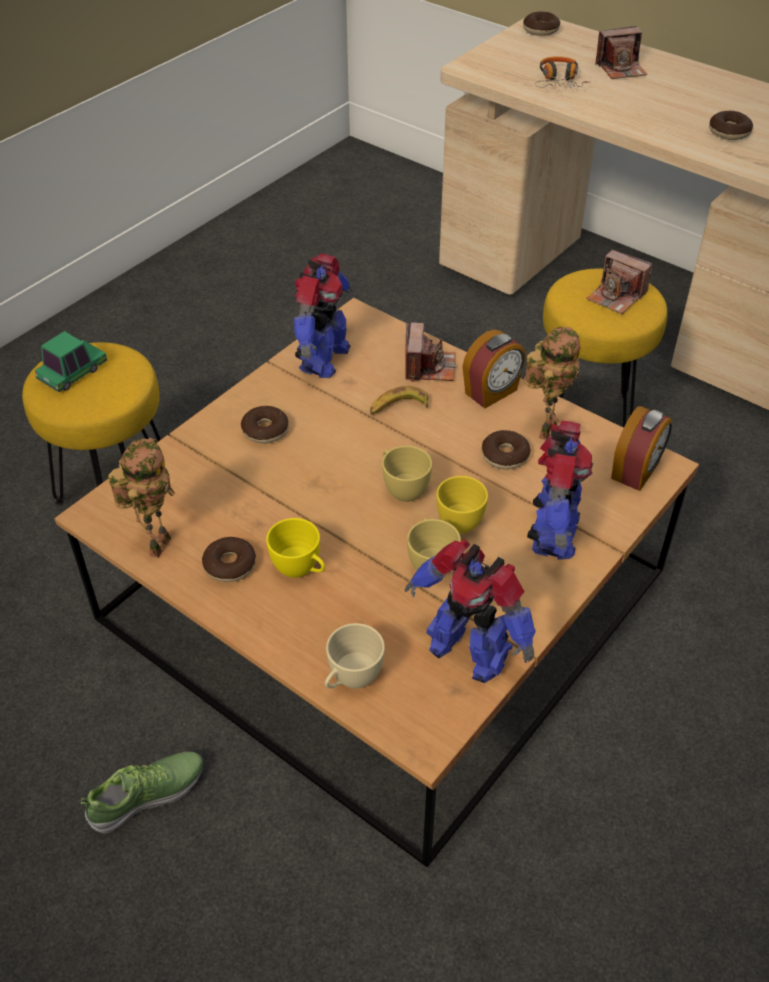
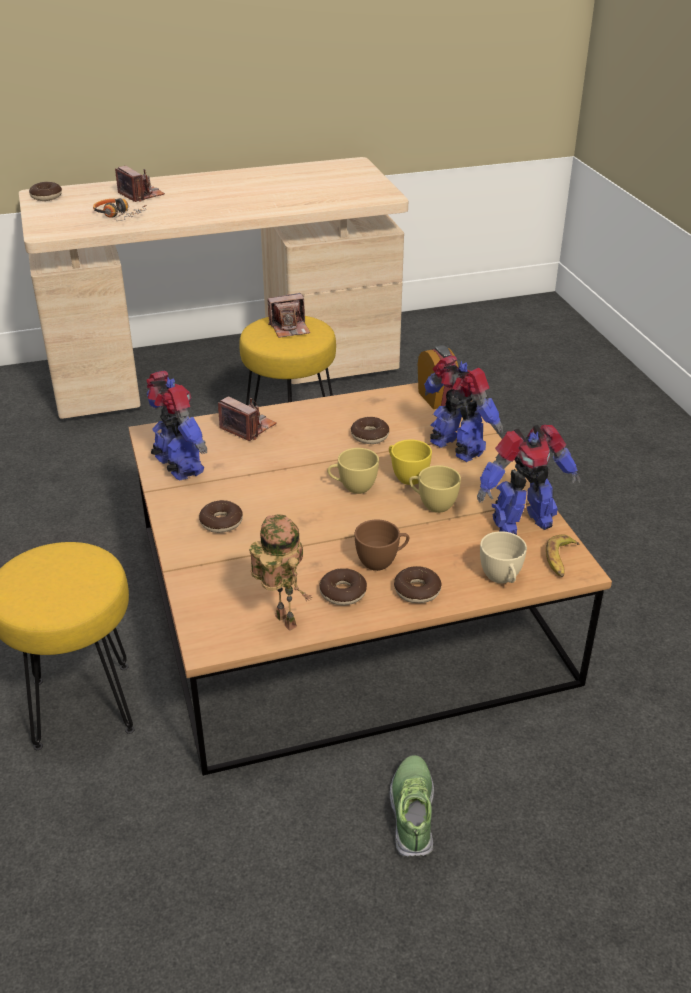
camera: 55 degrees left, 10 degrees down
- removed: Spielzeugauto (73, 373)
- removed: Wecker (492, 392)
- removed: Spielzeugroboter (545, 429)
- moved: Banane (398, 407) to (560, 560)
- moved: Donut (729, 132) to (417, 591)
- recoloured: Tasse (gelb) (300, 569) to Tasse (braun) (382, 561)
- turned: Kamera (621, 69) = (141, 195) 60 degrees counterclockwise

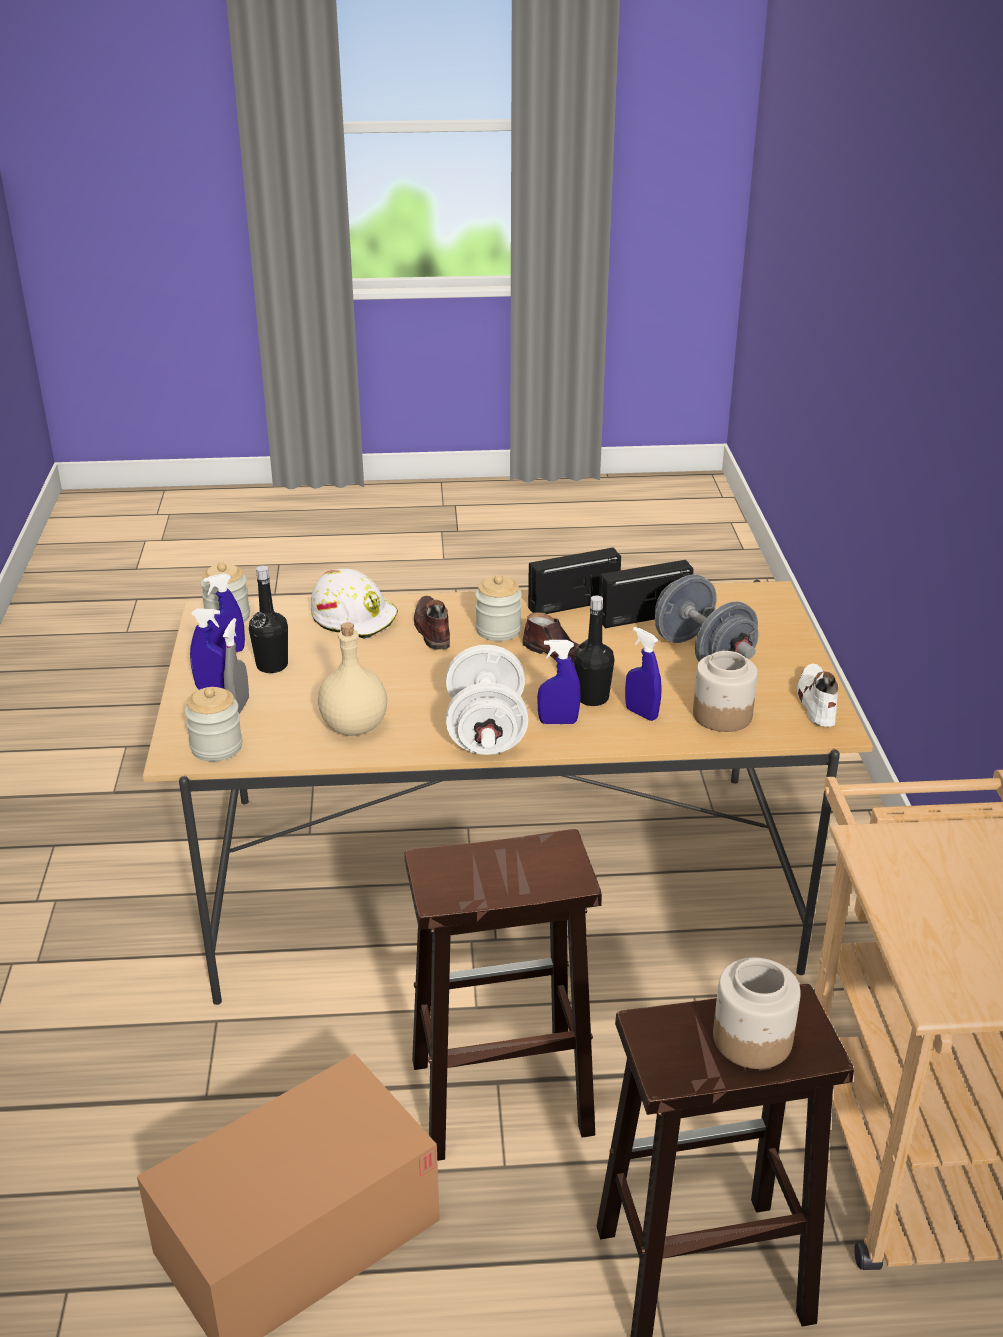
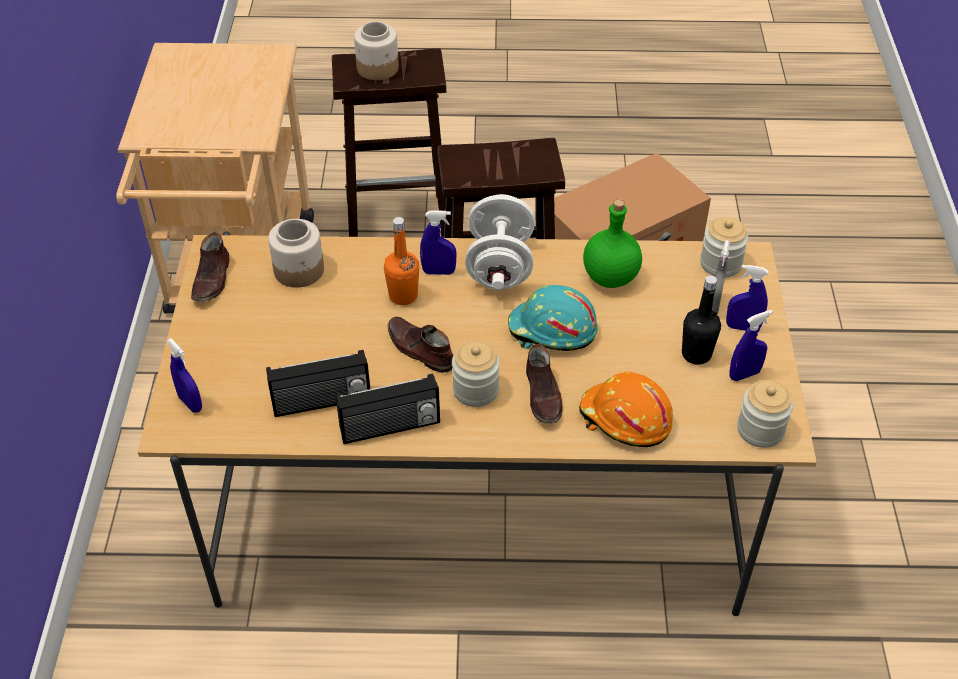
camera: 175 degrees left, 15 degrees up
- removed: Hantel (grau) (703, 654)
- added: Schutzhelm (türkis) (551, 331)
- moved: Sprühflasche (blau) (641, 713) to (190, 403)
- recoloured: Schutzhelm (weiß) (354, 617) to Schutzhelm (orange) (624, 419)
- recoloured: Flasche (beige) (354, 726) to Flasche (grün) (610, 278)
- recoloured: Flasche (schwarz) (592, 698) to Flasche (orange) (403, 296)
- recoloured: Schuh (weiß) (816, 702) to Schuh (braun) (212, 279)

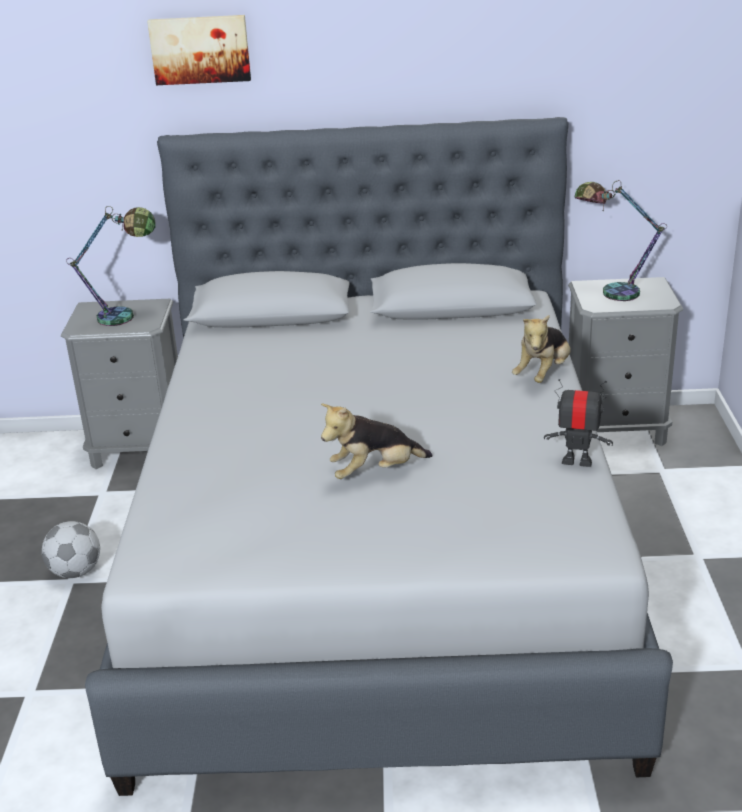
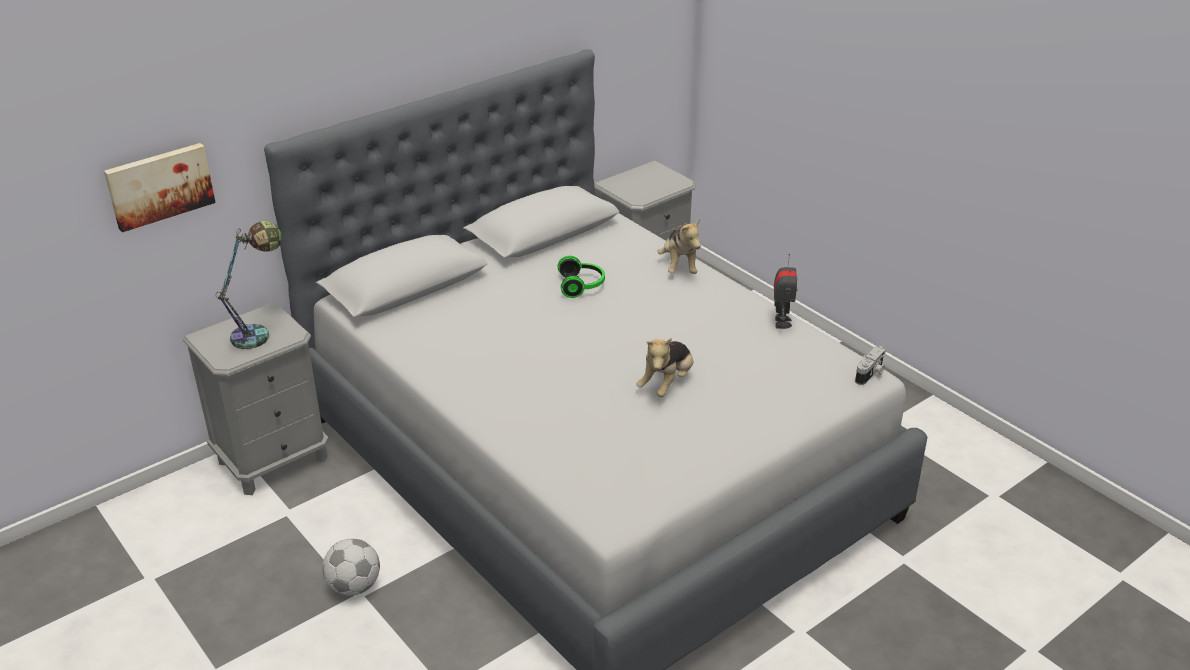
camera: 40 degrees left, 5 degrees up
- removed: Tischlampe (610, 291)
- added: Kopfhörer (582, 286)
- added: Kamera (870, 374)
- moved: Bild (200, 49) to (159, 185)
- turned: Spielzeugroboter (577, 461) = (781, 322) 120 degrees clockwise

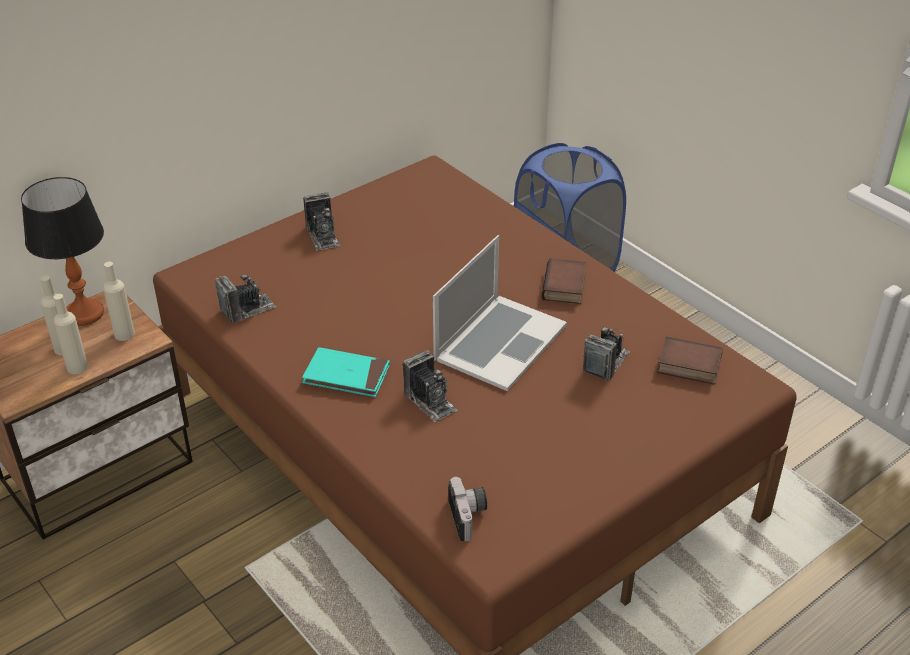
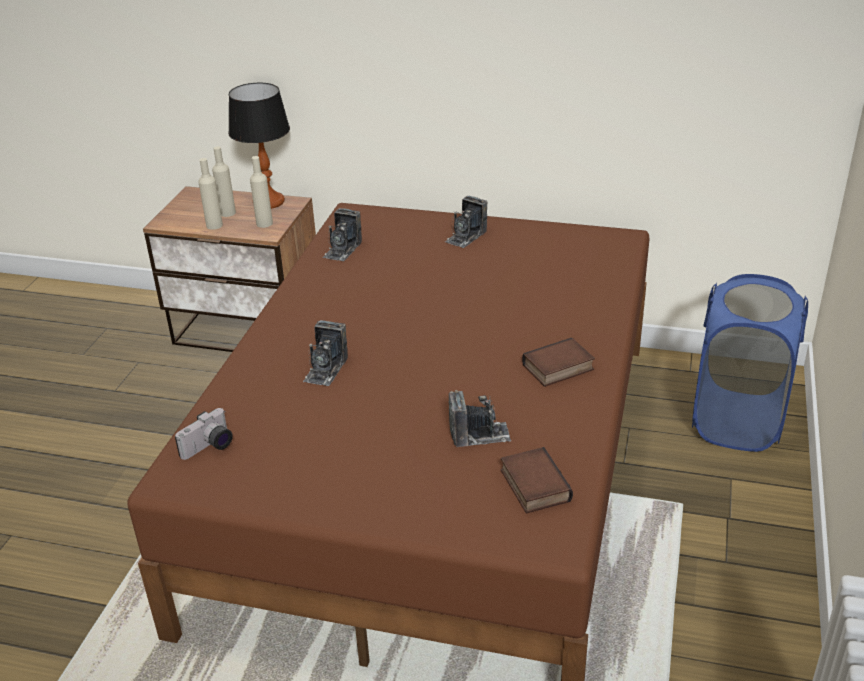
camera: 55 degrees right, 5 degrees down
- removed: Buch (türkis) (346, 375)
- removed: Laptop (499, 342)
- turned: Kamera (247, 309) = (342, 249) 90 degrees clockwise

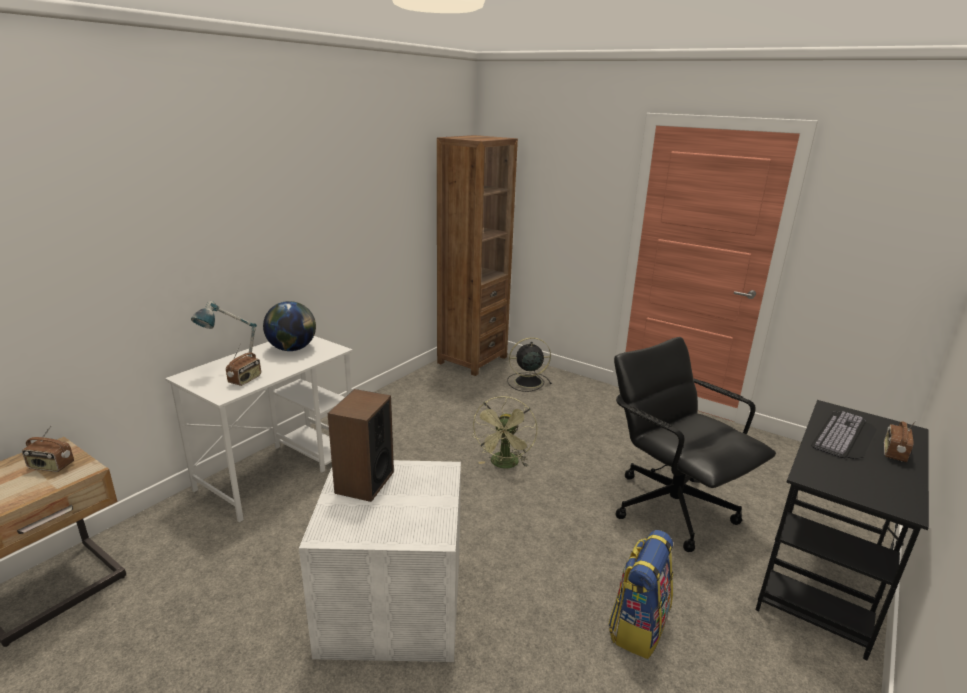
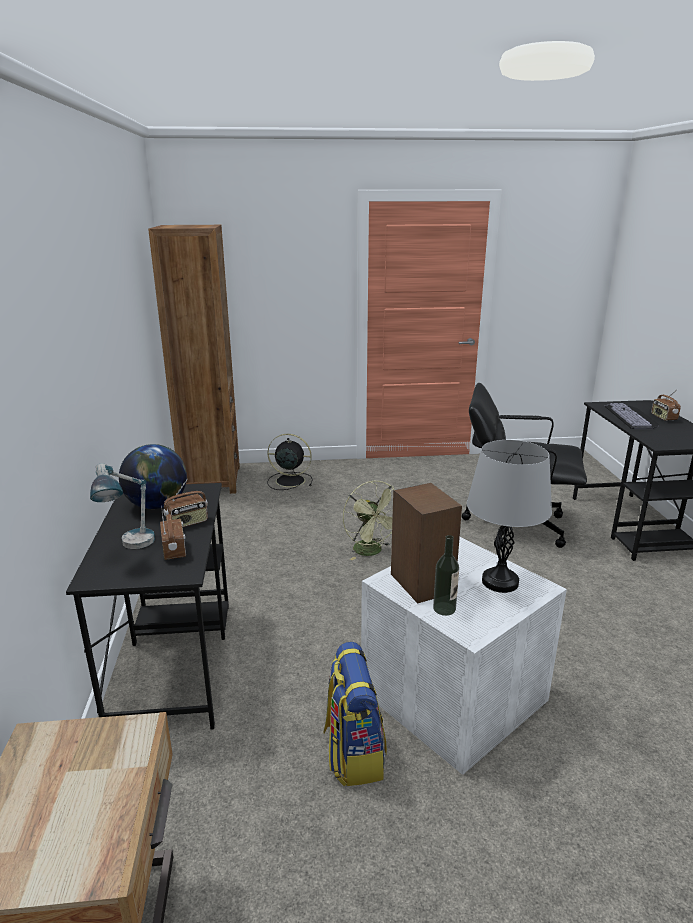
camera: 40 degrees left, 0 degrees up
- added: Flasche (444, 608)
- added: Tischlampe (grau) (500, 582)
- moved: Radio (51, 466) to (188, 522)
- moved: Rucksack (637, 626) to (353, 753)
- recoloured: Schreibtisch (weiß) (279, 470) to Schreibtisch (schwarz) (174, 661)
- turned: Ventilator (schwarz) (527, 381) = (289, 481) 60 degrees clockwise

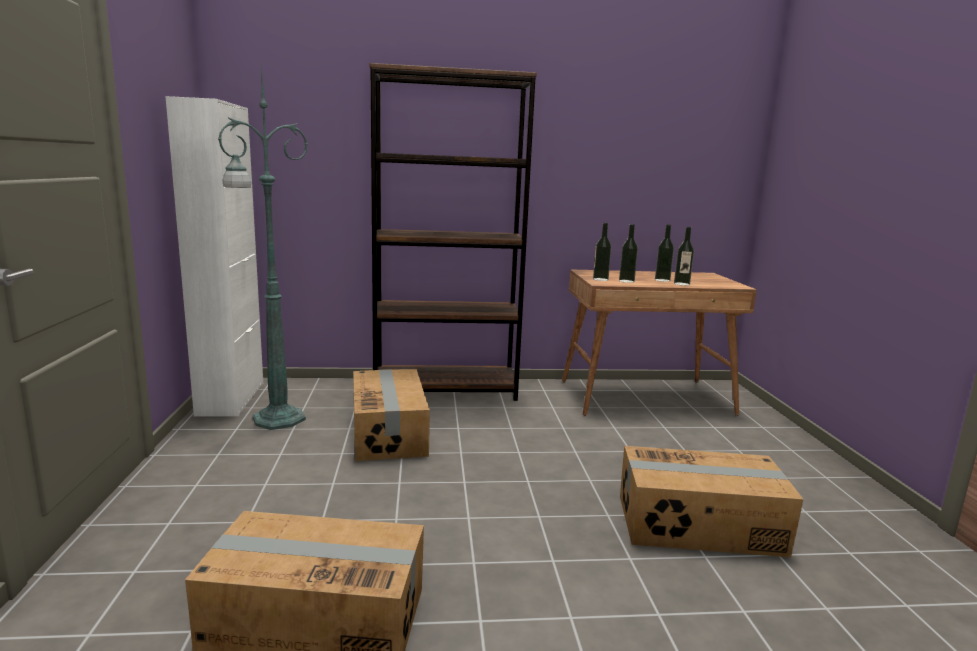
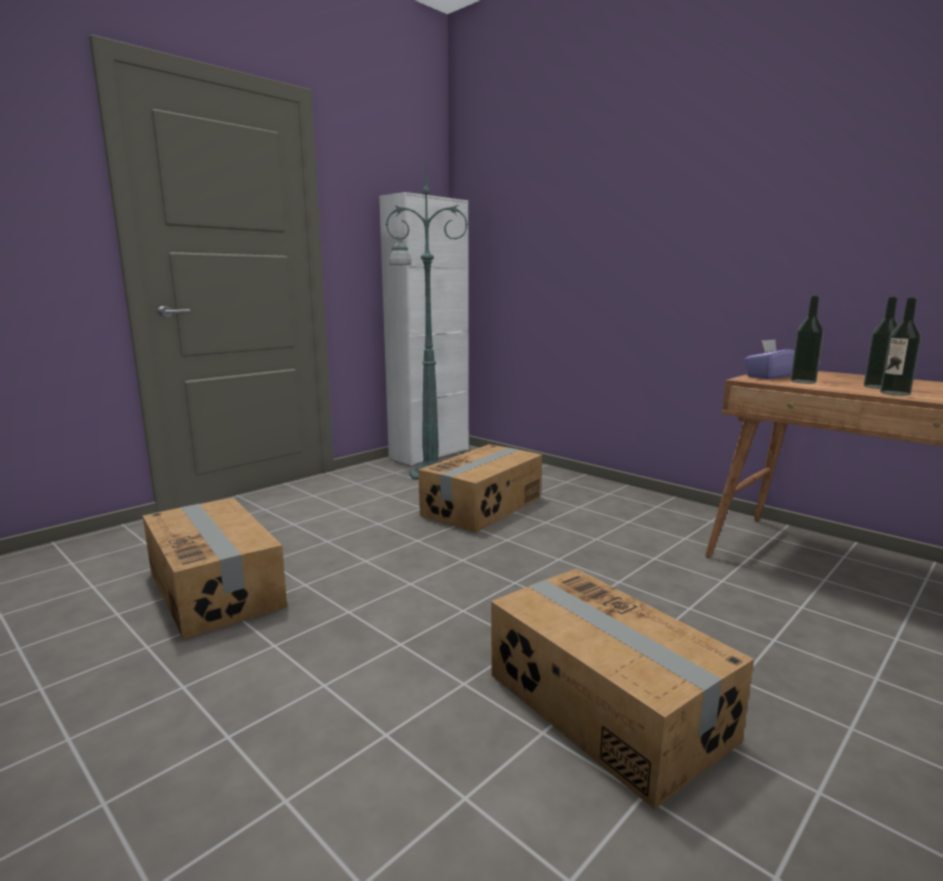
camera: 50 degrees right, 0 degrees up
- removed: Bücherregal (braun) (446, 390)
- replaced: Flasche (600, 279) to Taschentuchbox (lila) (768, 376)

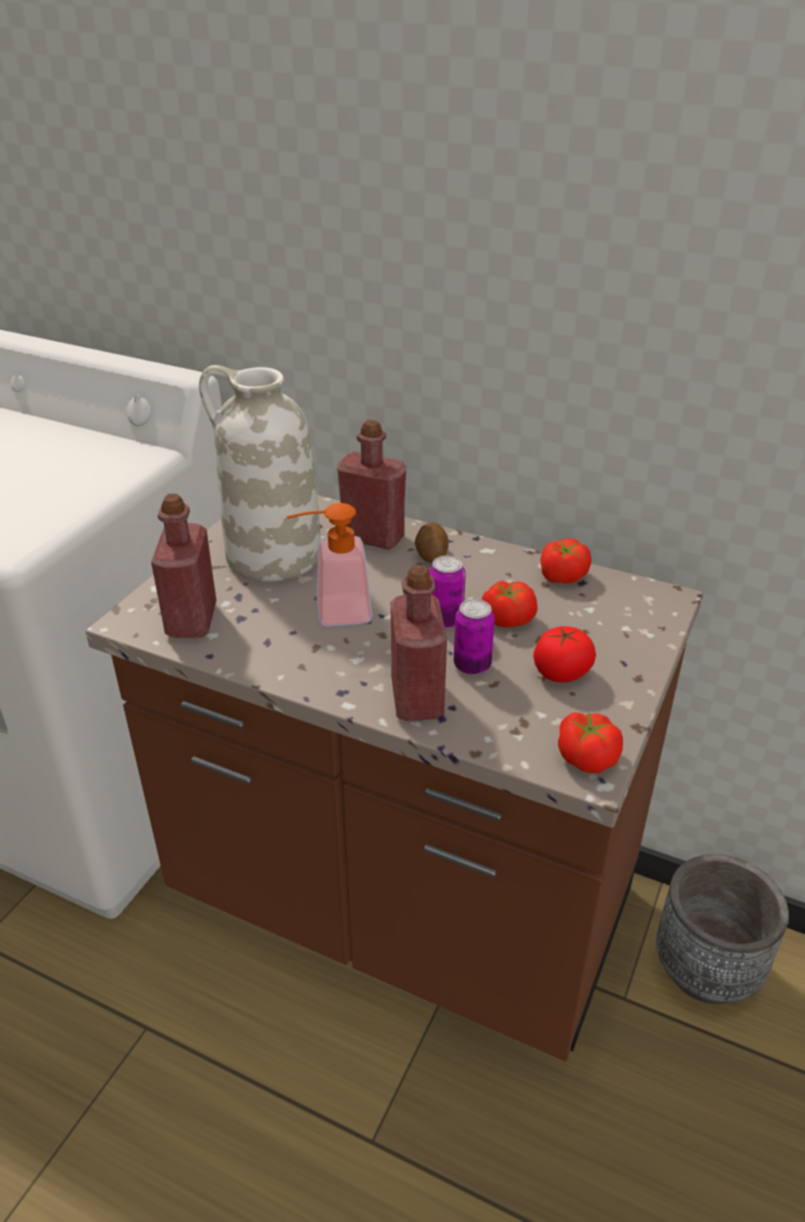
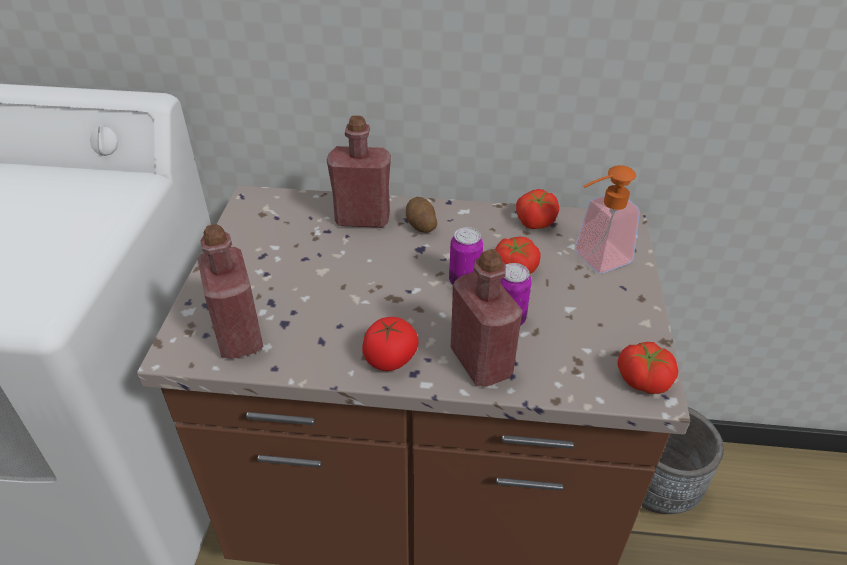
camera: 20 degrees left, 5 degrees up
- removed: Vase (weiß) (272, 556)
- moved: Seifenspender (332, 612) to (594, 260)
- moved: Tomate (561, 673) to (390, 359)

